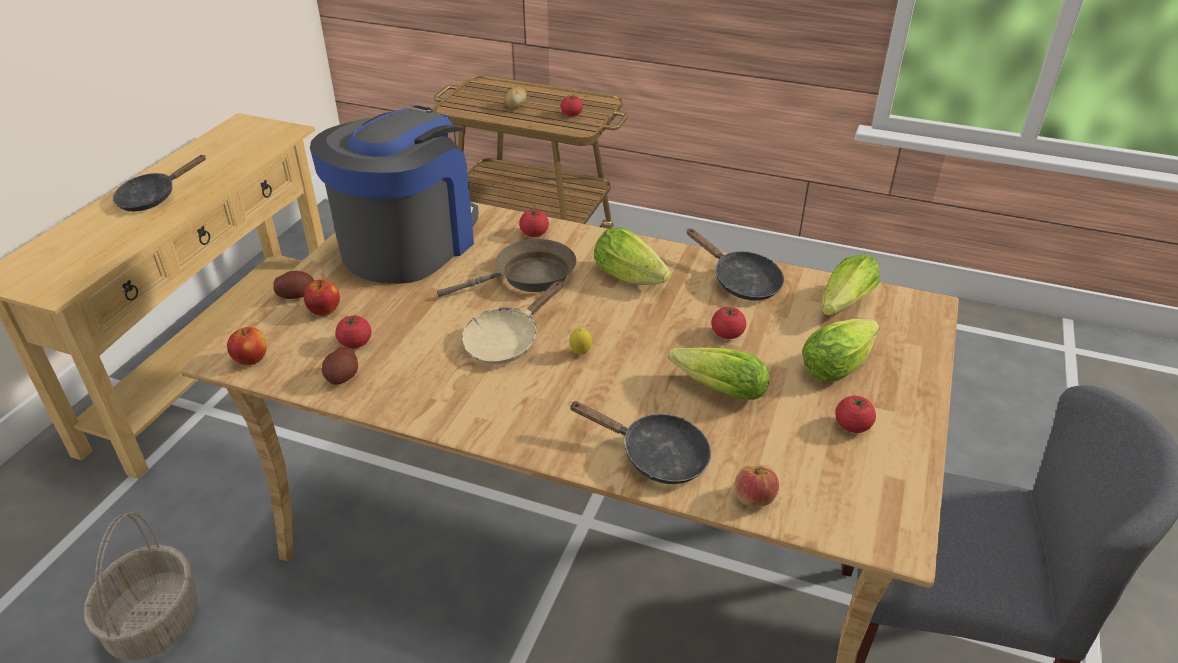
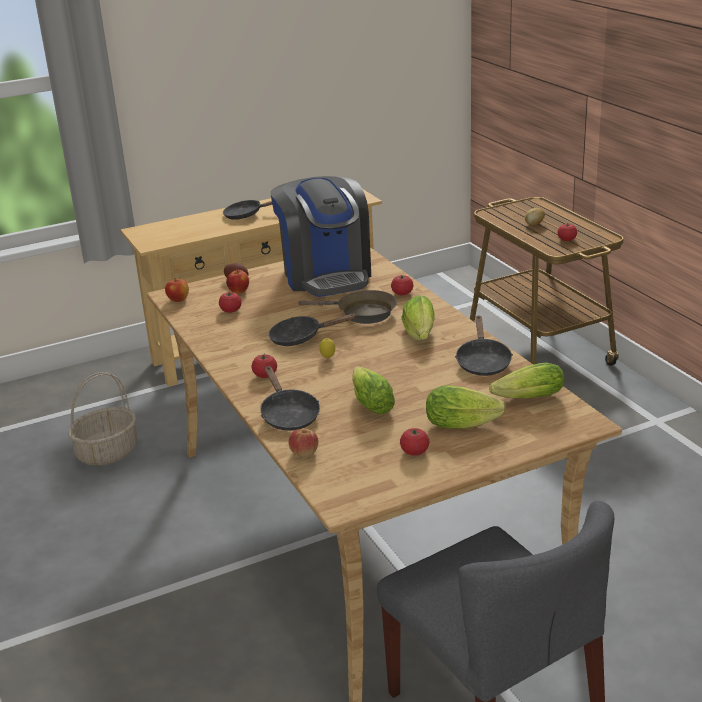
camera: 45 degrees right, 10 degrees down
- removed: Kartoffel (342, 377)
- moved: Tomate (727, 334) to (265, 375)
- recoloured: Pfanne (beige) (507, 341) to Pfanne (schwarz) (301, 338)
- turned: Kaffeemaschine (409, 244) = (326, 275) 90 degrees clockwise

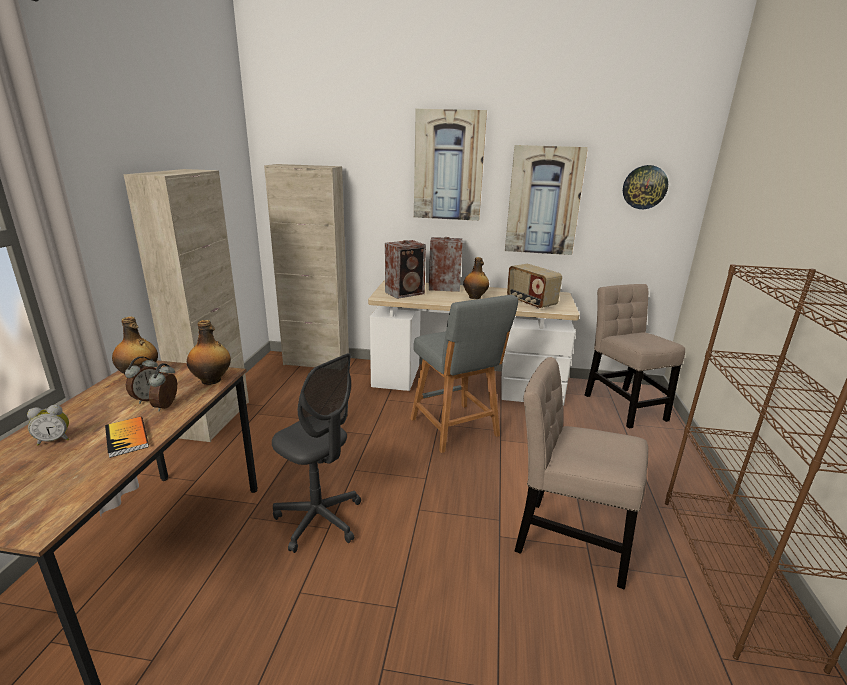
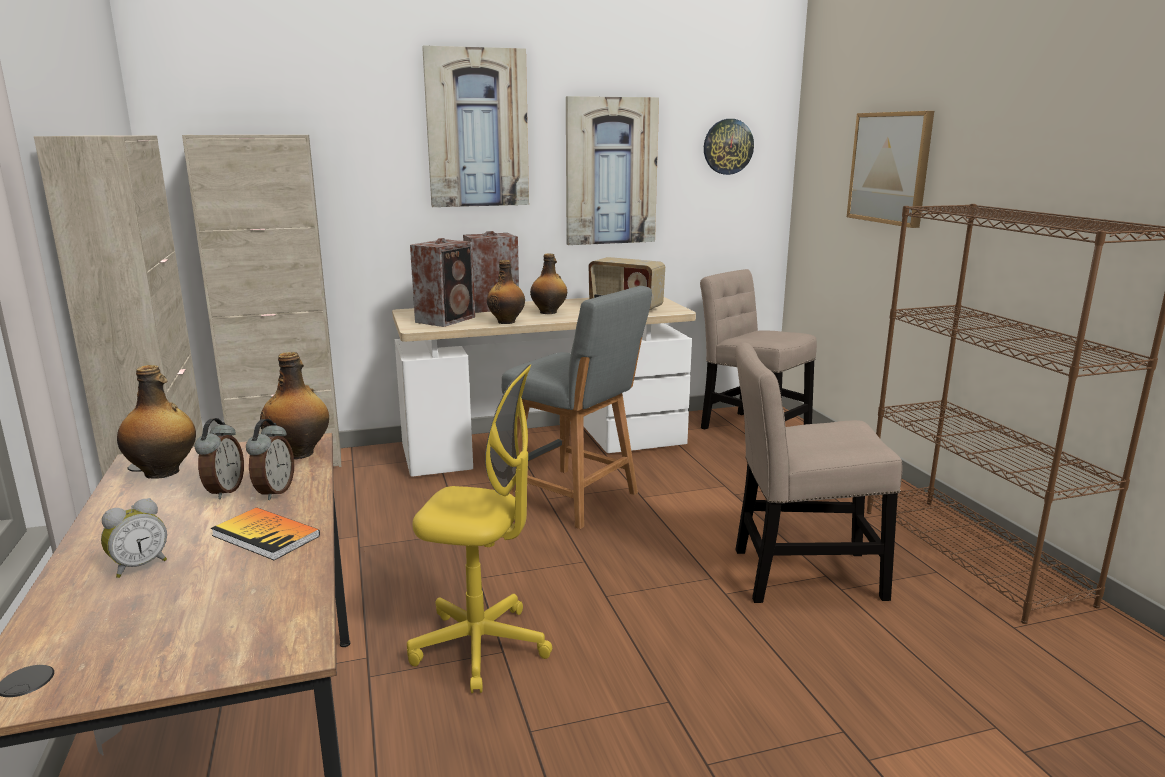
camera: 25 degrees left, 5 degrees down
- added: Flasche (507, 322)
- added: Bild (890, 168)
- recoloured: Bürostuhl (grau) (319, 519) to Bürostuhl (gelb) (480, 647)
- turned: Wecker (168, 406) = (273, 492) 150 degrees counterclockwise

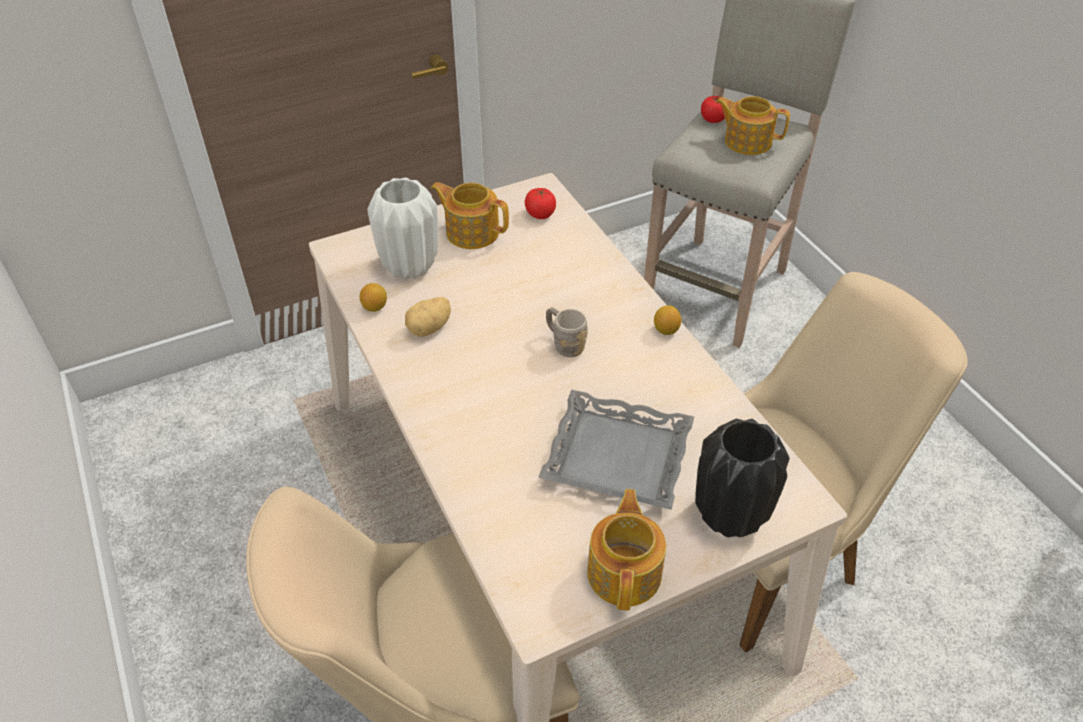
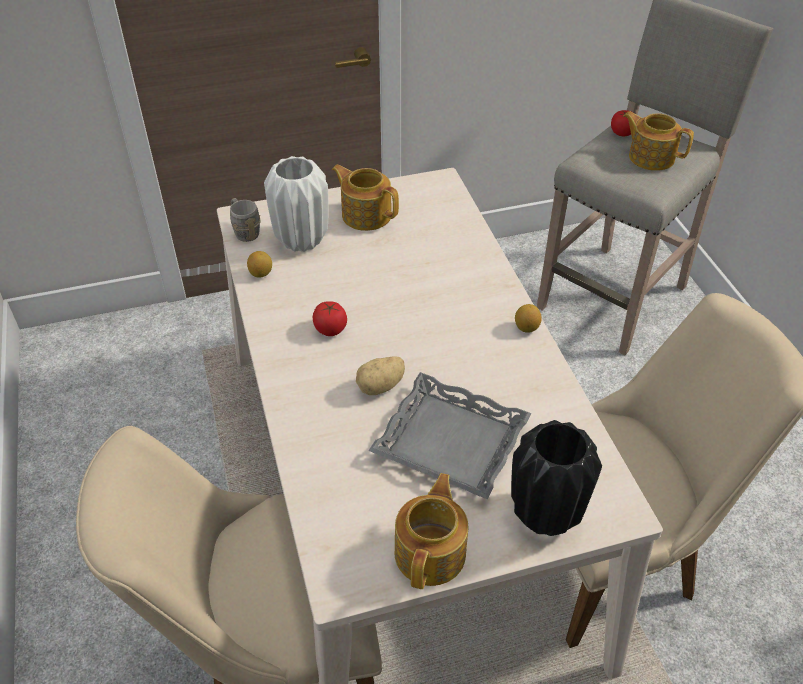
camera: 10 degrees right, 0 degrees up
- moved: Kartoffel (430, 328) to (381, 386)
- moved: Tomate (540, 214) to (330, 329)
- moved: Henkelbecher (grau) (564, 344) to (244, 231)

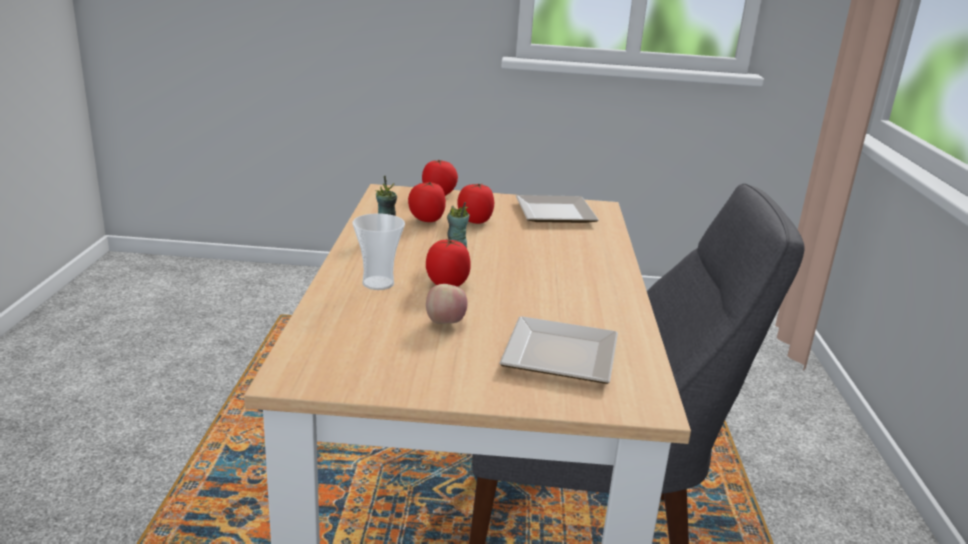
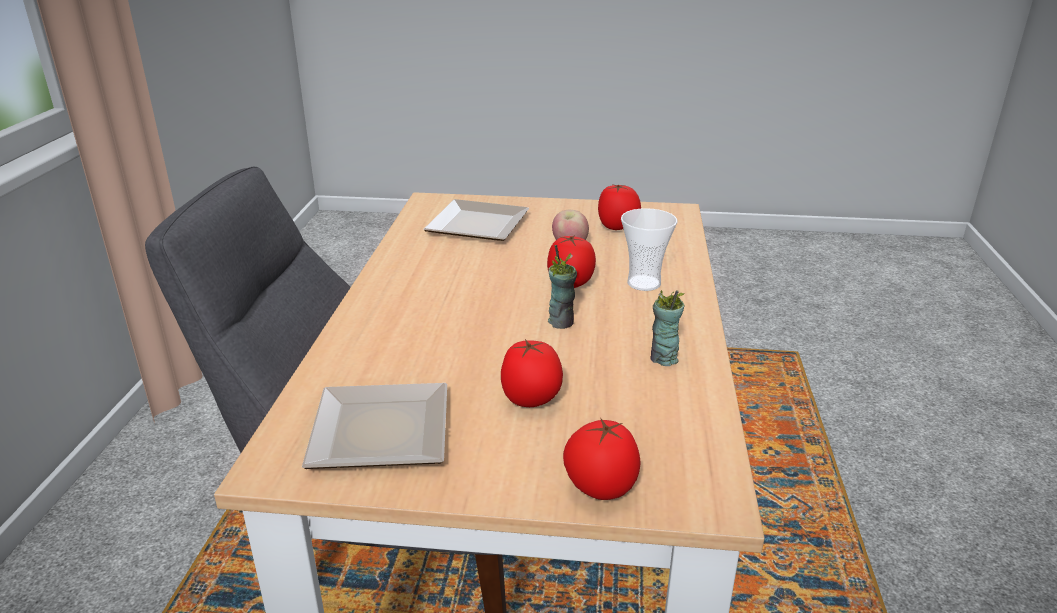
camera: 175 degrees left, 5 degrees up
- moved: Tomate (426, 220) to (617, 227)

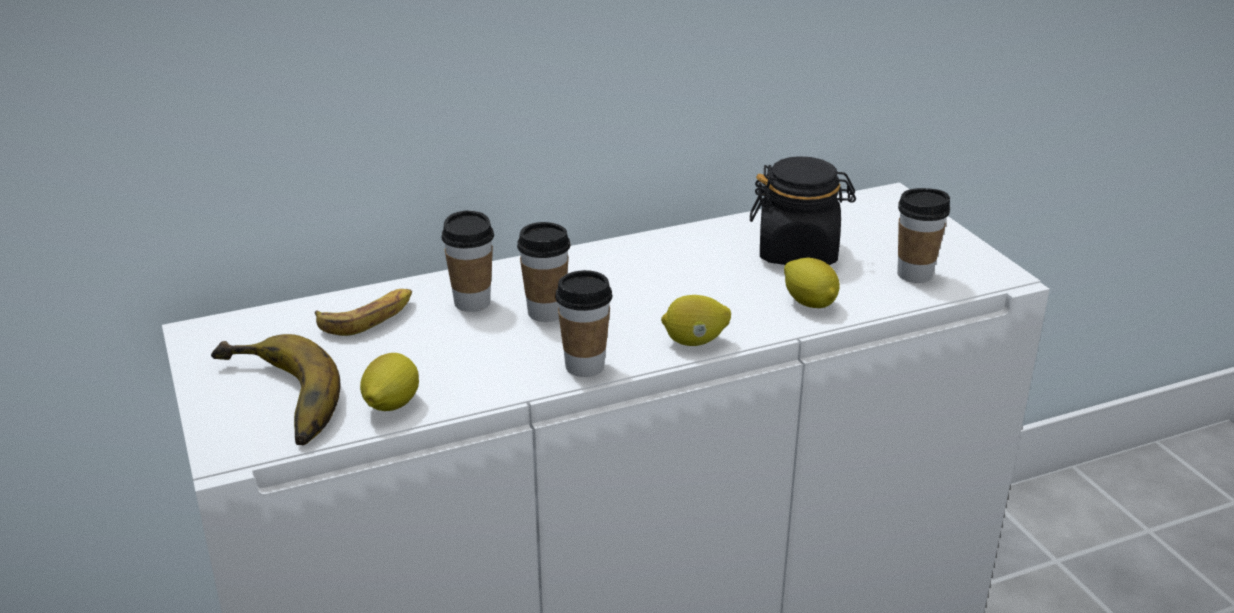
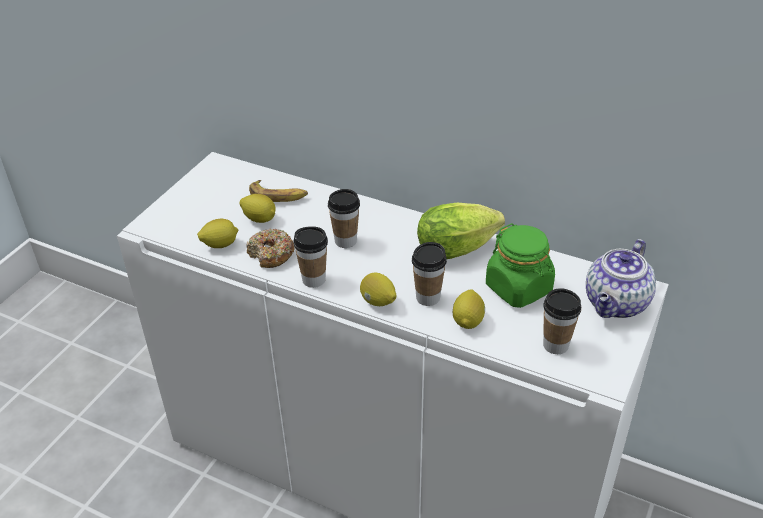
camera: 50 degrees right, 10 degrees up
- removed: Banane (272, 401)
- added: Zitrone (260, 219)
- added: Donut (271, 254)
- added: Salatkopf (460, 248)
- added: Teekanne (616, 304)
- moved: Tasse (472, 302) to (428, 297)
- recoloured: Vorratsglas (schwarz) (798, 252) to Vorratsglas (grün) (519, 288)

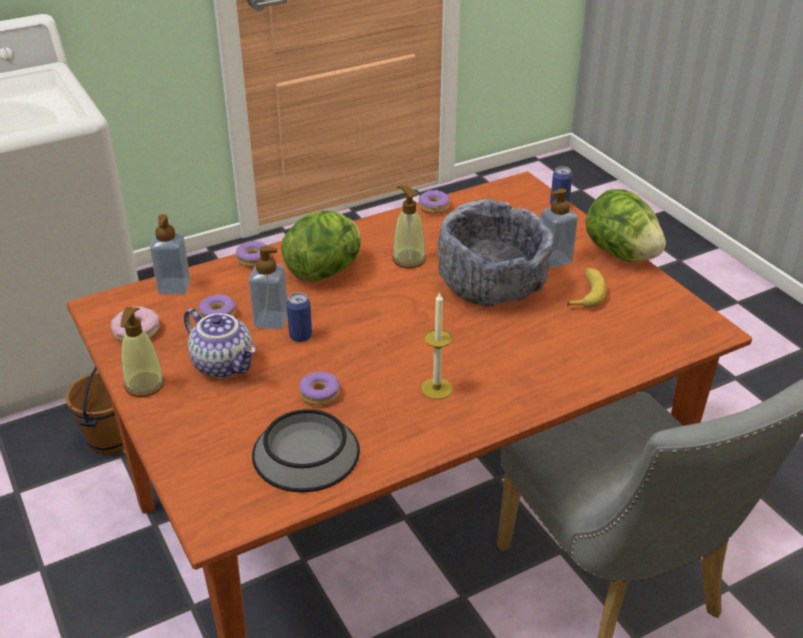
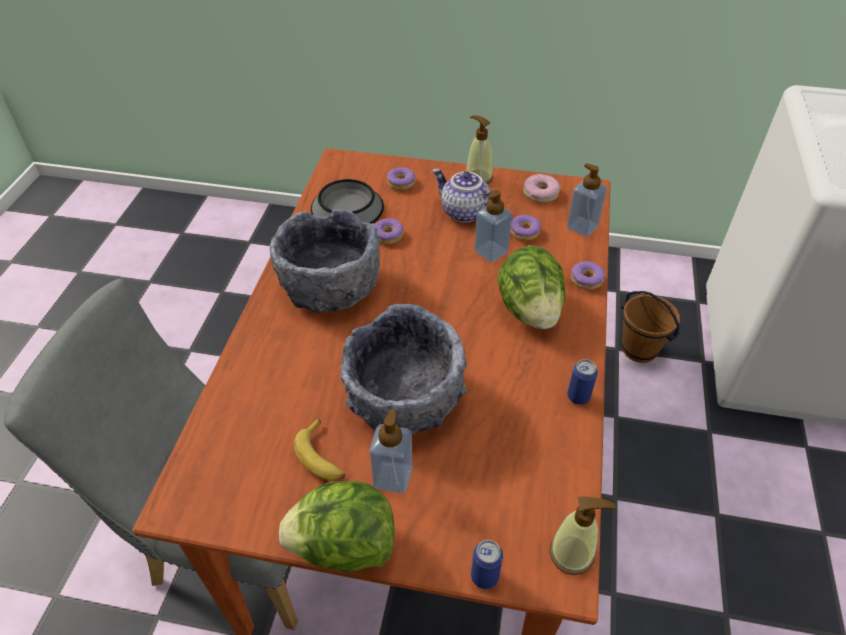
camera: 130 degrees right, 10 degrees up
- moved: Dose (300, 336) to (578, 397)
- moved: Seifenspender (408, 259) to (572, 554)
- moved: Donut (433, 207) to (401, 183)
- replaced: Kerze (436, 388) to Schüssel (grau) (329, 287)
- turned: Teekanne (225, 364) = (463, 213) 45 degrees clockwise

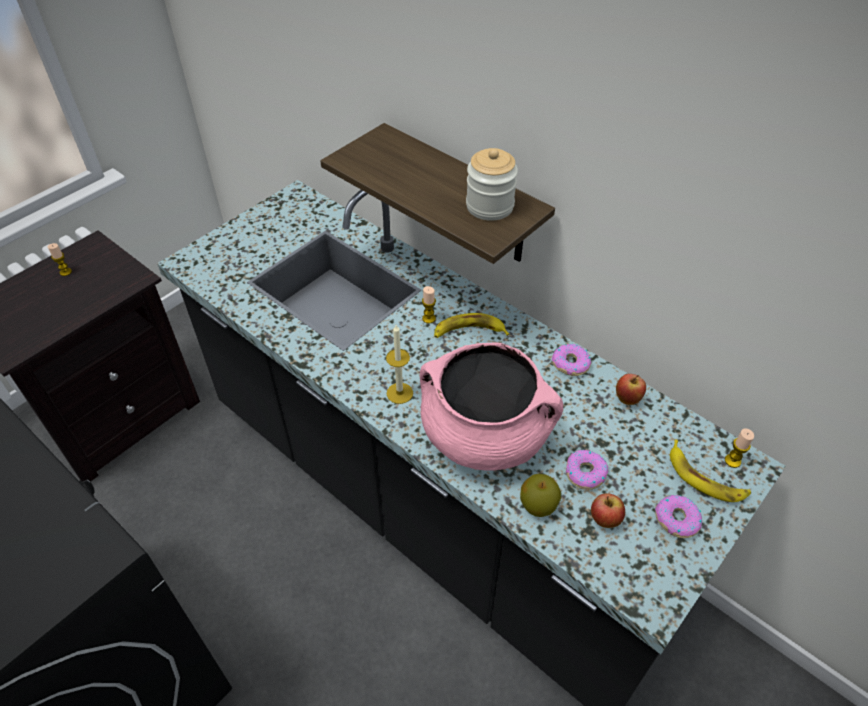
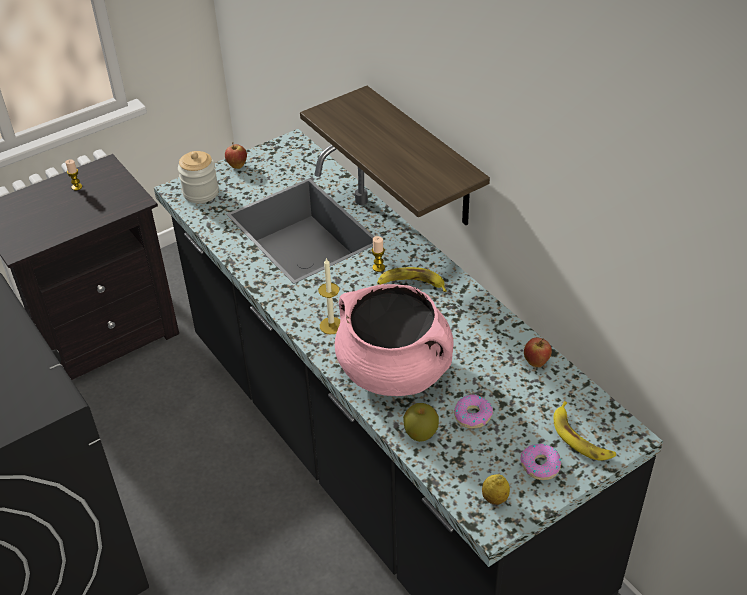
camera: 15 degrees right, 5 degrees down
- removed: Donut (570, 364)
- removed: Kerze (732, 461)
- added: Zitrone (494, 498)
- moved: Vorratsglas (489, 206) to (201, 193)
- moved: Apfel (604, 520) to (237, 166)

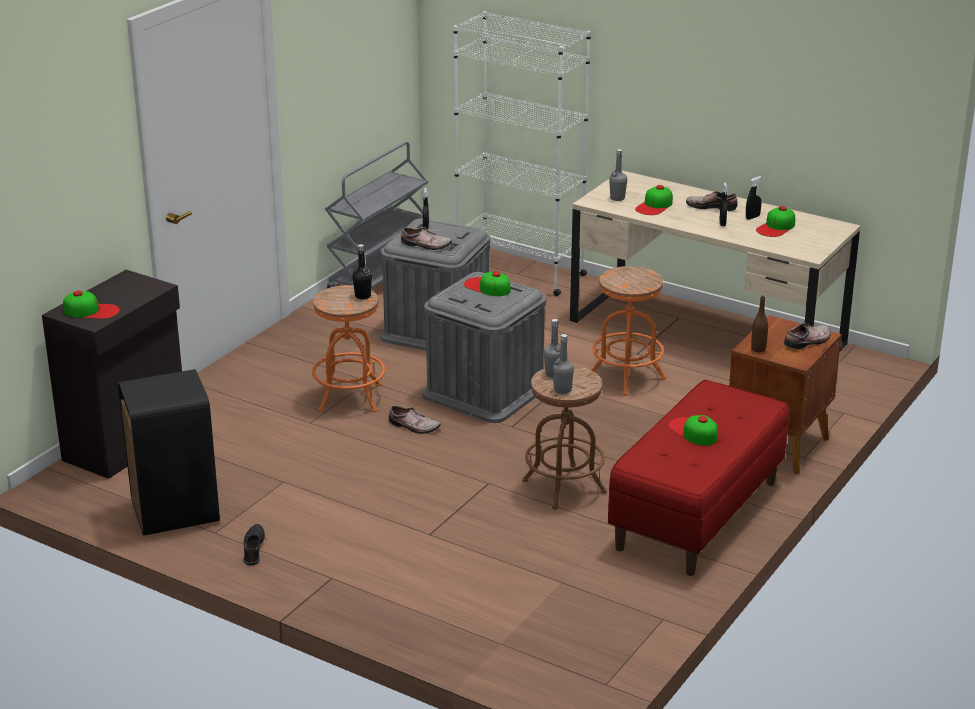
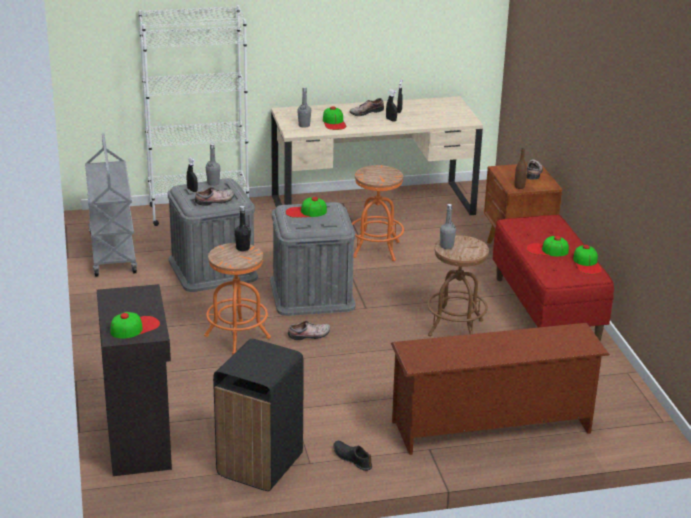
camera: 45 degrees left, 0 degrees up
- added: Schuhregal (braun) (492, 428)
- moved: Flasche (grau) (562, 390) to (213, 183)
- moved: Kappe (776, 227) to (587, 263)

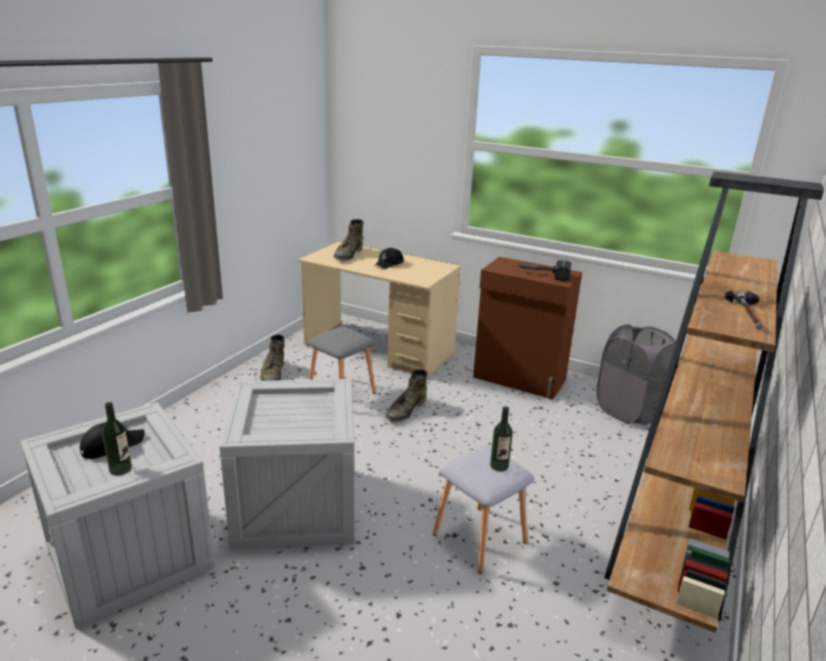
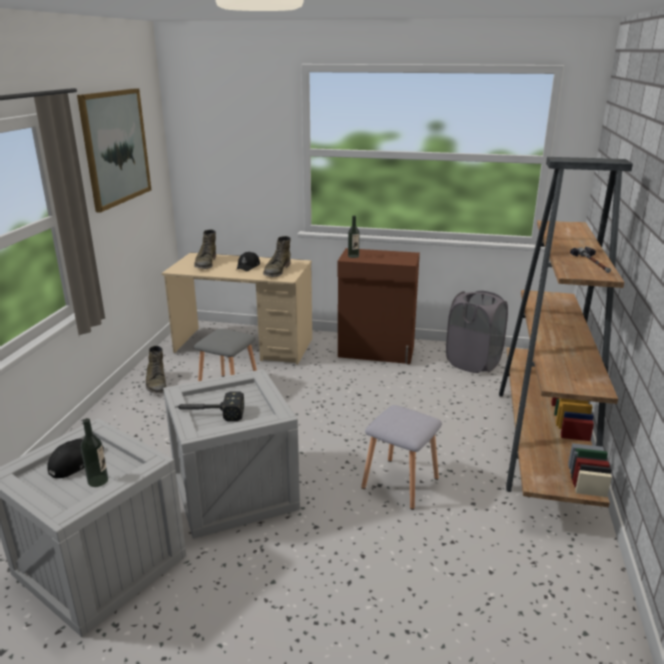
camera: 15 degrees left, 0 degrees up
- added: Bild (115, 147)
- moved: Stiefel (grün) (405, 410) to (277, 270)
- moved: Flasche (499, 466) to (353, 256)
- moved: Hammer (542, 275) to (209, 414)

